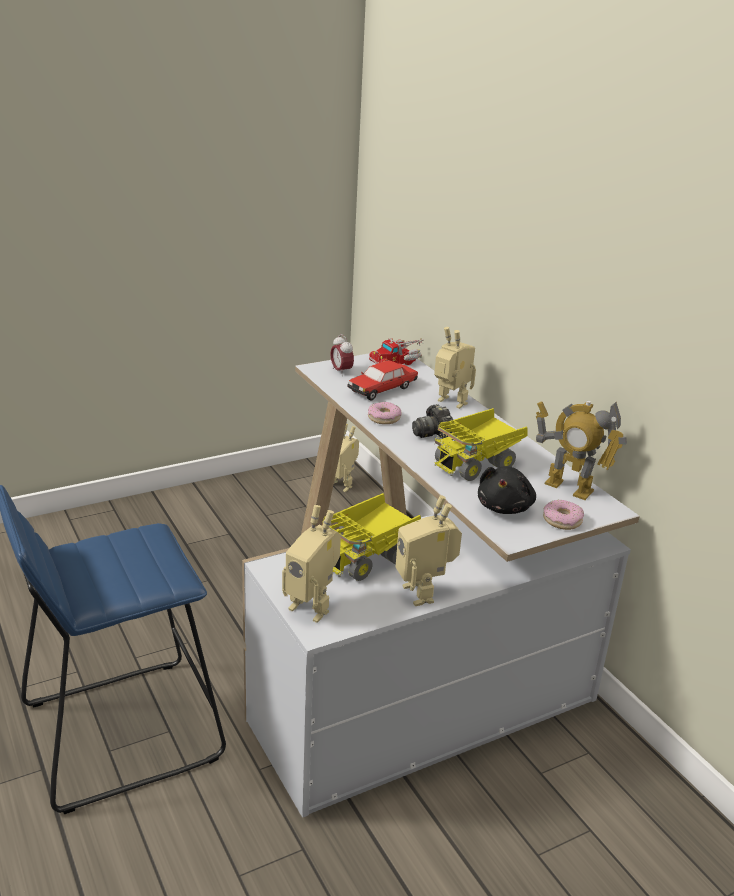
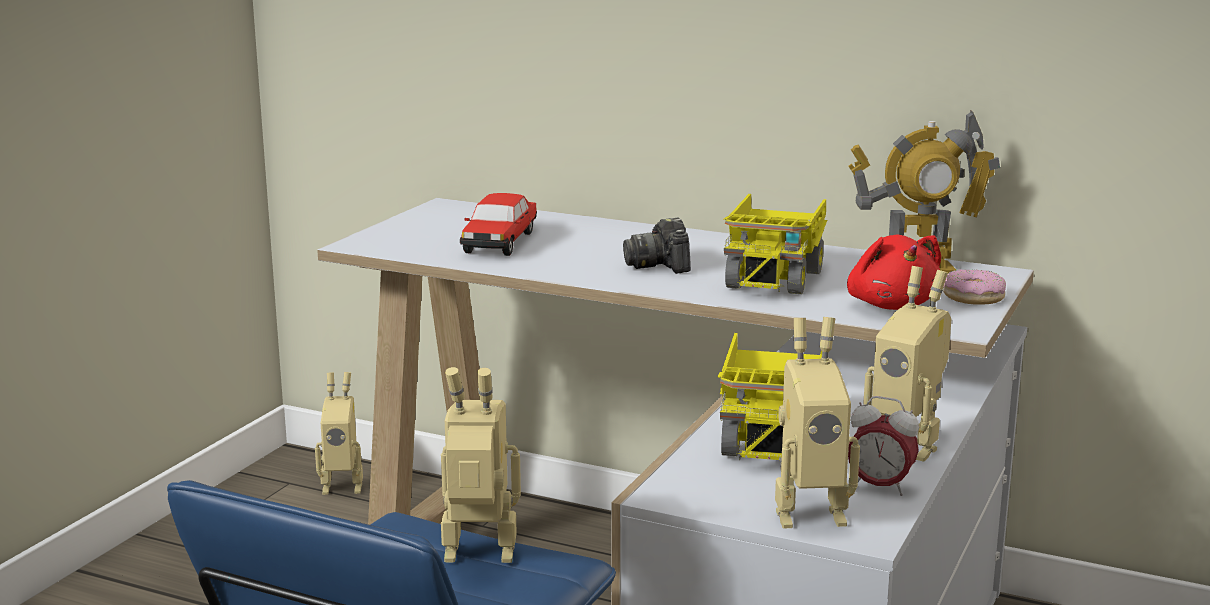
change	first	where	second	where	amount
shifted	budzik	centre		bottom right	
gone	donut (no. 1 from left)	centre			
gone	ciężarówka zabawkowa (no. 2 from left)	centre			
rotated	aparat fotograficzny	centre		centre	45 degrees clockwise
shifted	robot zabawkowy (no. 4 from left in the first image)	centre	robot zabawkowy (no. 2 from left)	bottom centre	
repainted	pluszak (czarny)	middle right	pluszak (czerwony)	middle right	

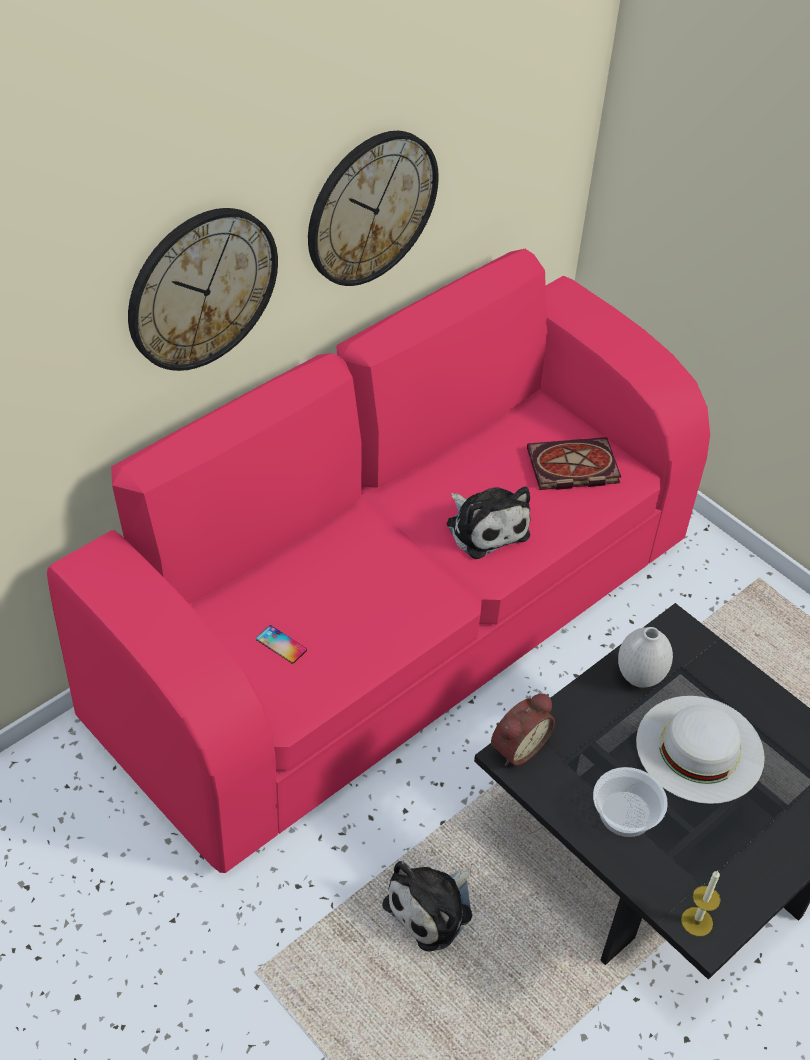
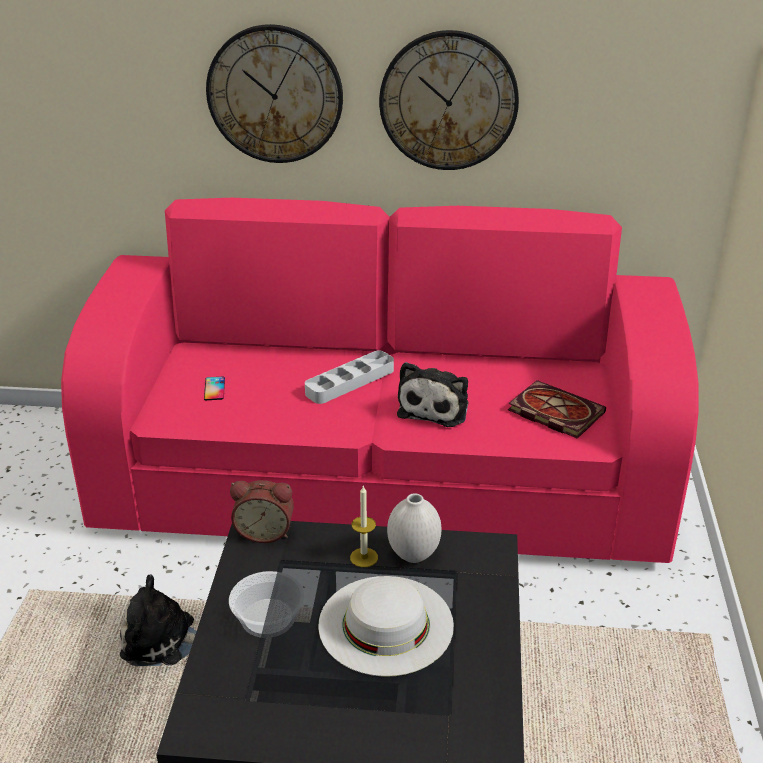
change	first	where	second	where	amount
shifted	świeca	bottom right		bottom centre	
new			taca (szary)	centre	

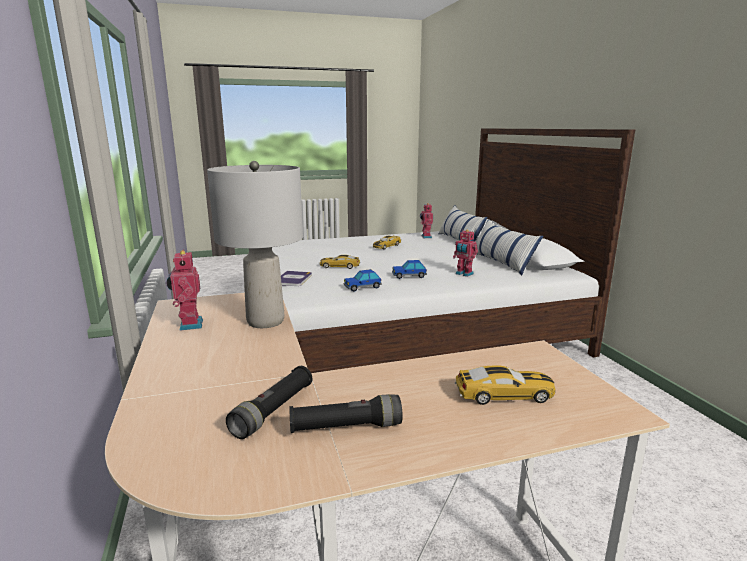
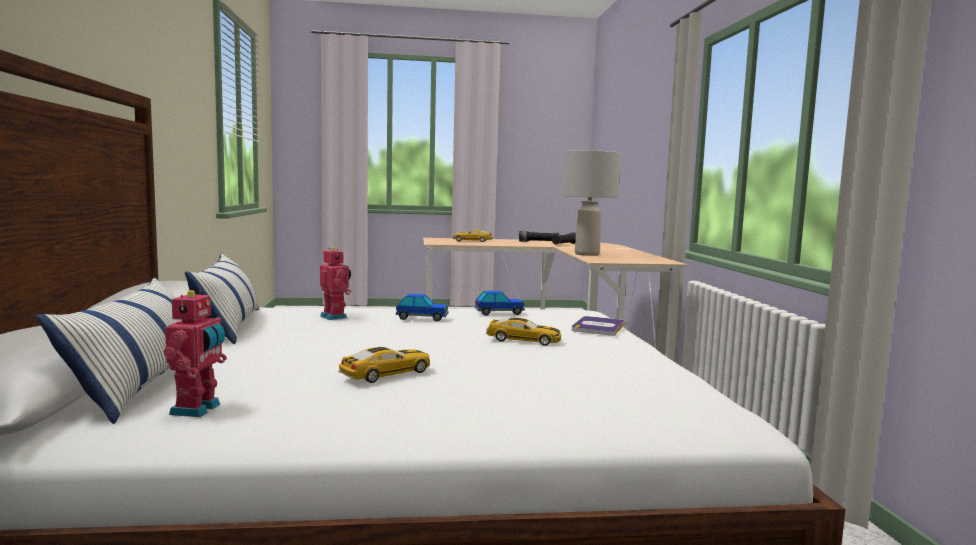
change	first	where	second	where	amount
gone	robot zabawkowy (no. 1 from left)	middle left			

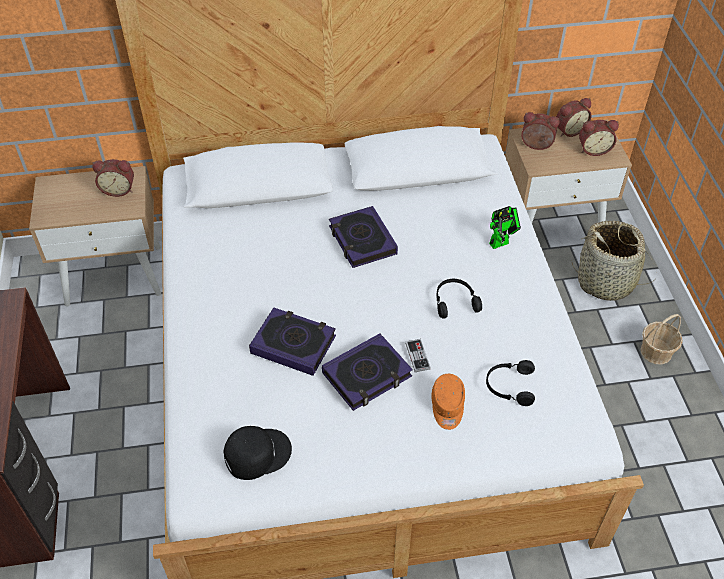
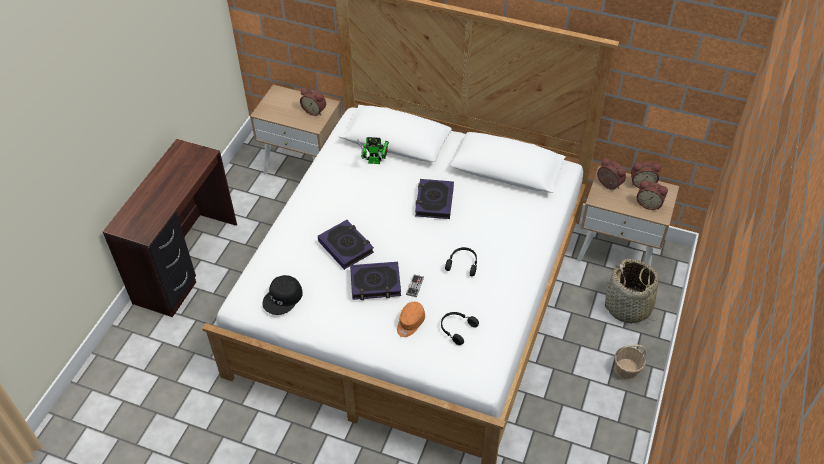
change	first	where	second	where	amount
rotated	czapka z daszkiem (czarny)	bottom centre		centre	120 degrees clockwise
shifted	robot zabawkowy	middle right		top centre	

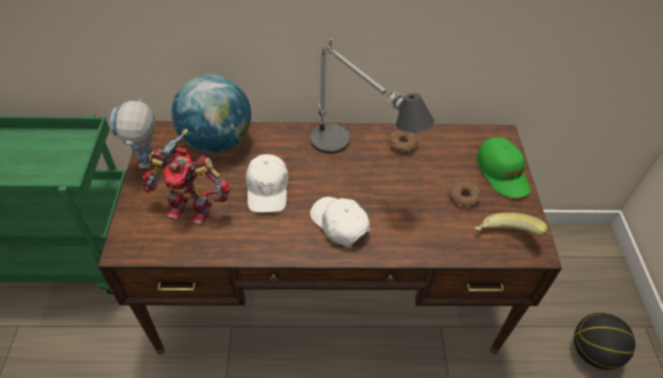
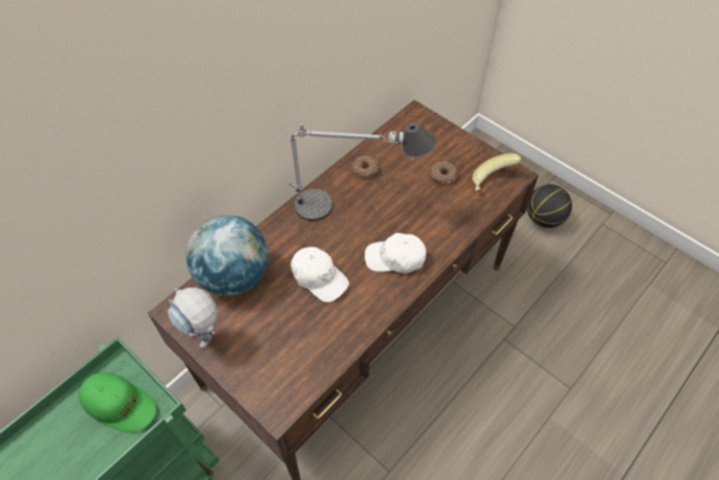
change	first	where	second	where	amount
gone	robot zabawkowy (no. 2 from left)	middle left			
shifted	czapka z daszkiem (zielony)	middle right		bottom left	

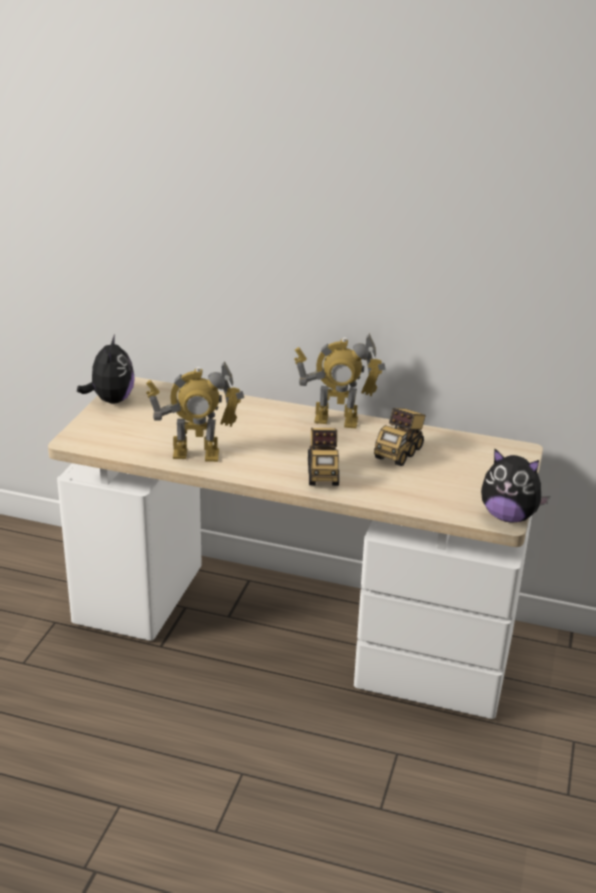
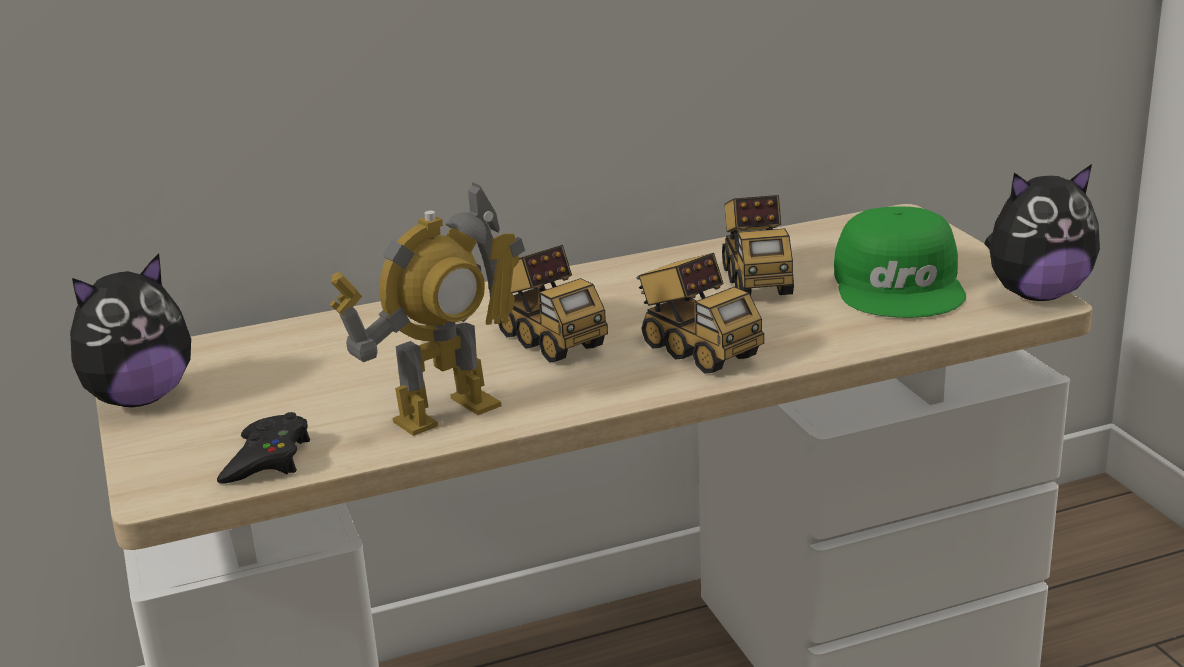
change	first	where	second	where	amount
rotated	pluszak (no. 1 from left)	middle left		middle left	90 degrees clockwise
gone	robot zabawkowy (no. 2 from left)	centre			
new			pad do gier (czarny)	bottom left	
new			ciężarówka zabawkowa (no. 1 from left)	centre	
new			czapka z daszkiem (zielony)	middle right	

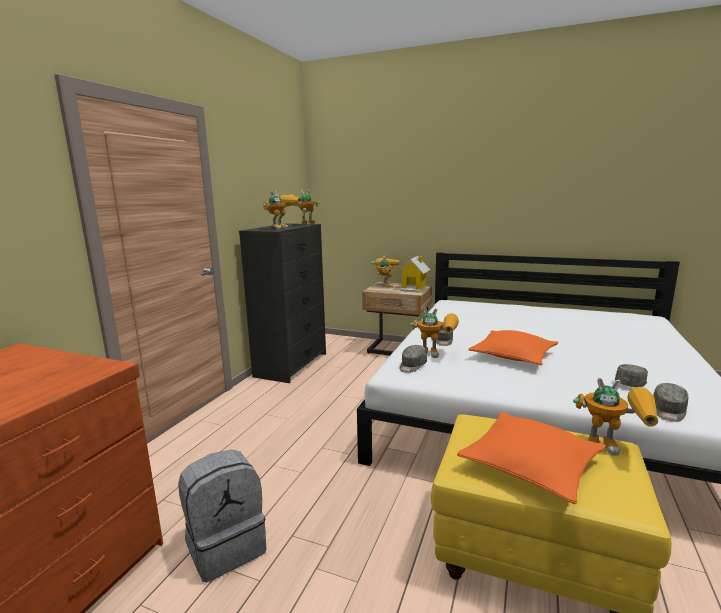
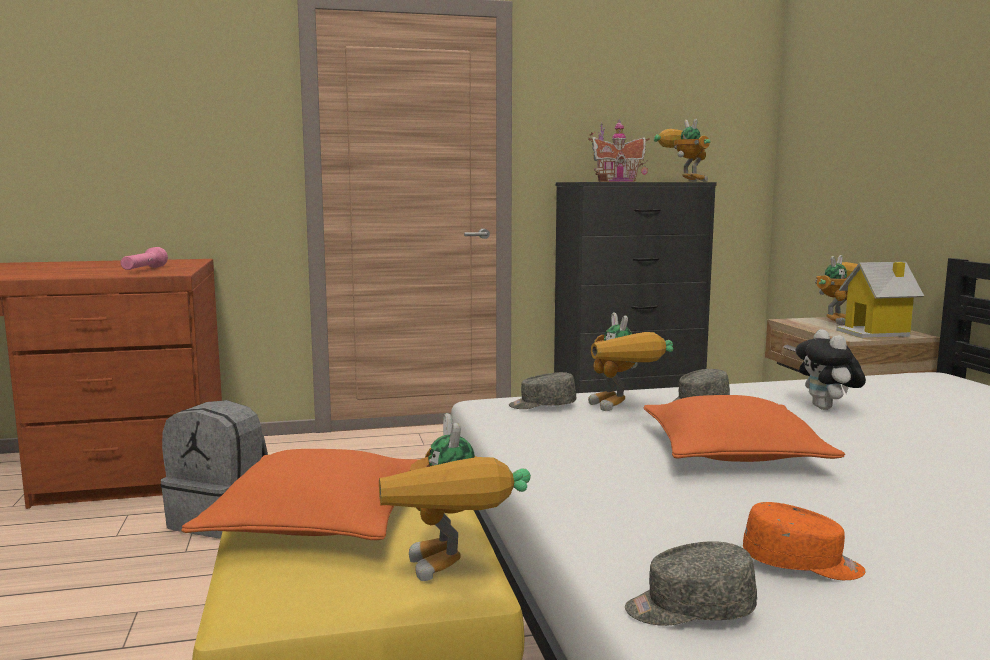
change	first	where	second	where	amount
swapped	robot zabawkowy (no. 1 from left)	centre	domek (no. 1 from left)	top centre	
repainted	czapka z daszkiem (szary) (no. 3 from left)	middle right	czapka z daszkiem (pomarańczowy)	bottom right	
new			latarka (różowy)	middle left	
new			pluszak	middle right	

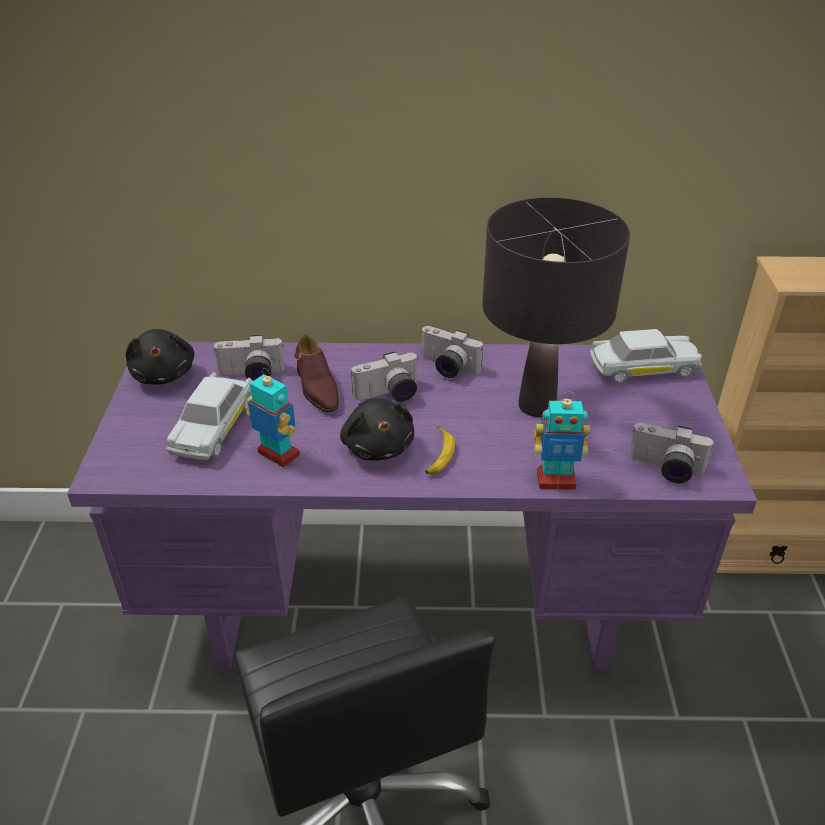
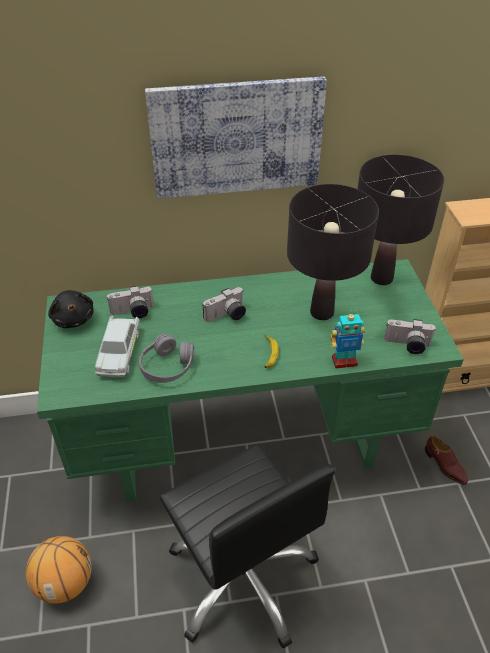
change	first	where	second	where	amount
repainted	biurko (fioletowy)	centre	biurko (zielony)	centre	
swapped	robot zabawkowy (no. 1 from left)	middle left	słuchawki (szary)	centre	
shifted	but (brązowy)	centre		bottom right	
gone	pluszak (czarny) (no. 2 from left)	centre			
gone	aparat fotograficzny (no. 3 from left)	centre			
swapped	samochodzik (biały) (no. 2 from left)	middle right	lampa stołowa (czarny) (no. 2 from left)	middle right	
new			piłka do koszykówki	bottom left	
new			obraz	top centre	

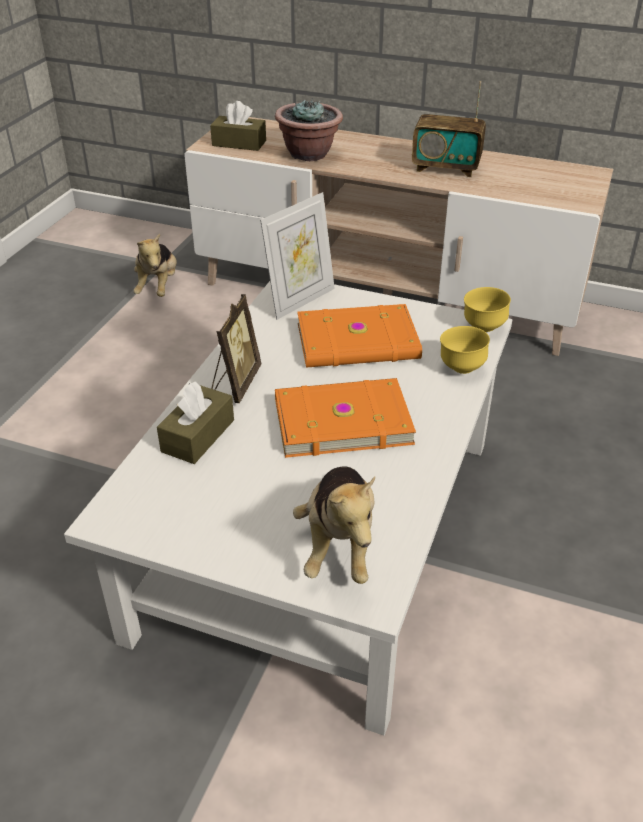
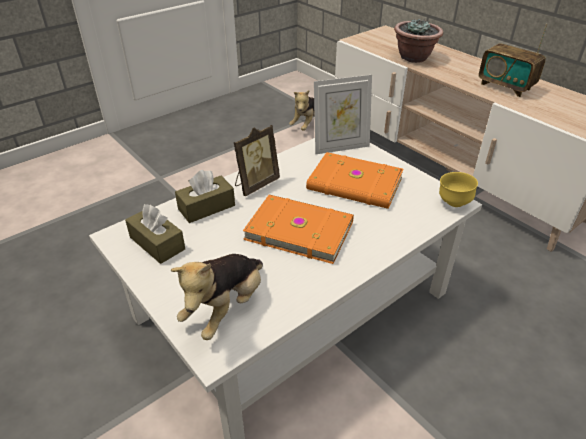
change	first	where	second	where	amount
shifted	pudełko chusteczek (brązowy) (no. 2 from left in the first image)	top centre	pudełko chusteczek (brązowy) (no. 1 from left)	middle left	
gone	miska (żółty) (no. 1 from left)	middle right			

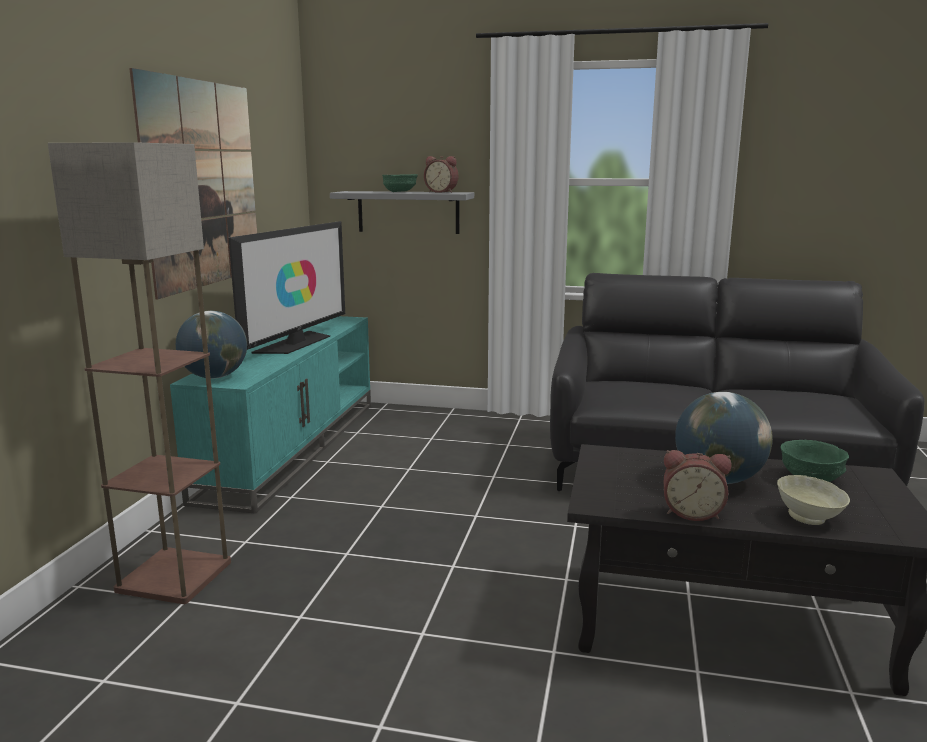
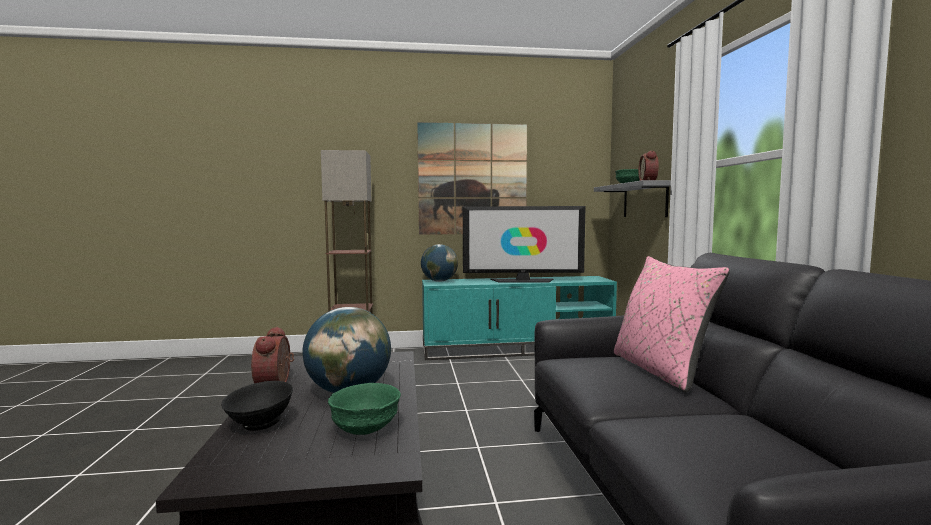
change	first	where	second	where	amount
repainted	miska (beżowy)	bottom right	miska (czarny)	bottom left	
new			poduszka (różowy)	middle right	

